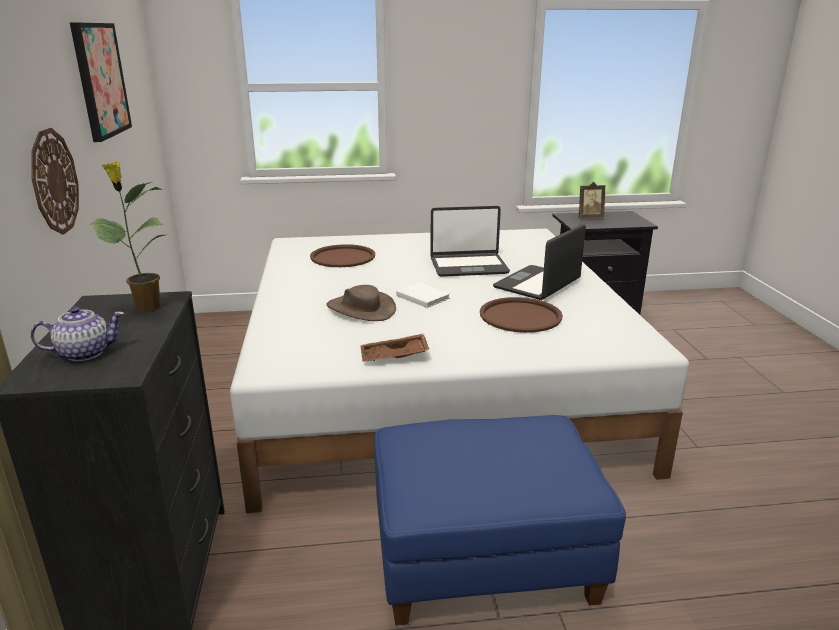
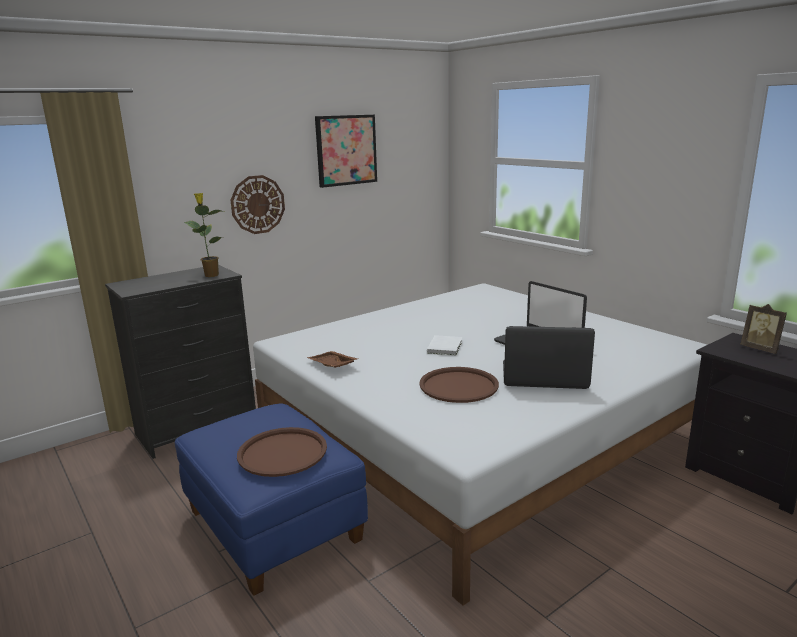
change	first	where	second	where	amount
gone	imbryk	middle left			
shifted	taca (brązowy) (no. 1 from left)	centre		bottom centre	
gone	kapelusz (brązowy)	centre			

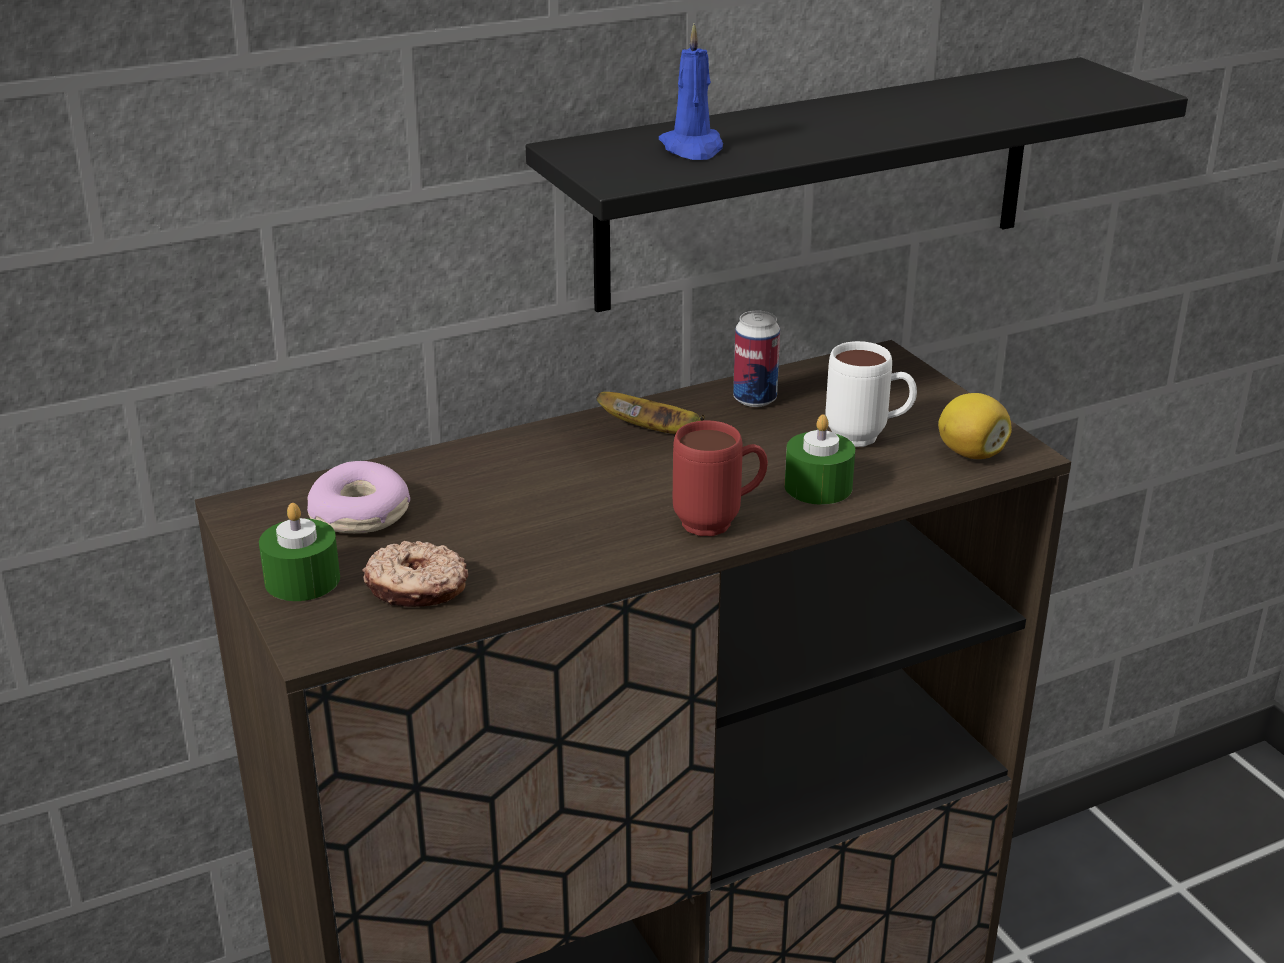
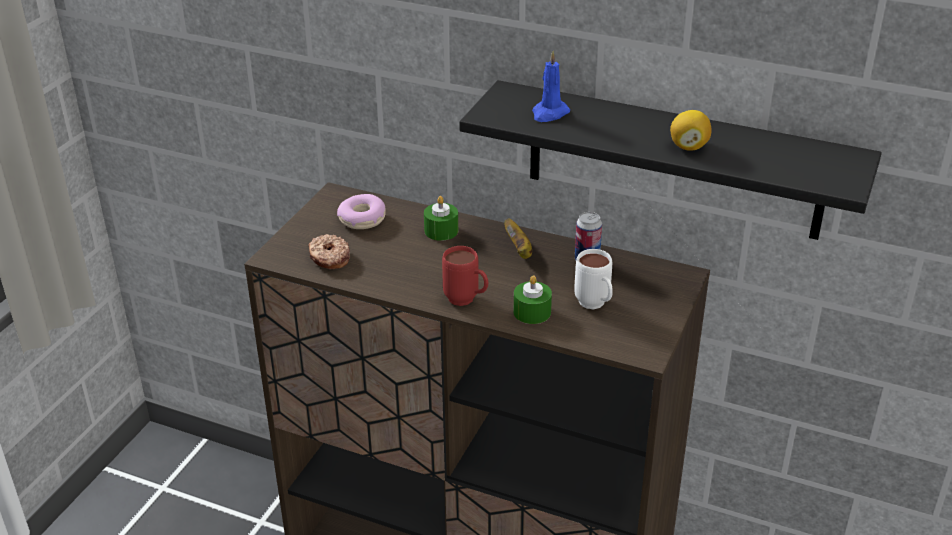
change	first	where	second	where	amount
shifted	świeca (zielony) (no. 1 from left)	middle left		centre	
shifted	cytryna	middle right		top right	

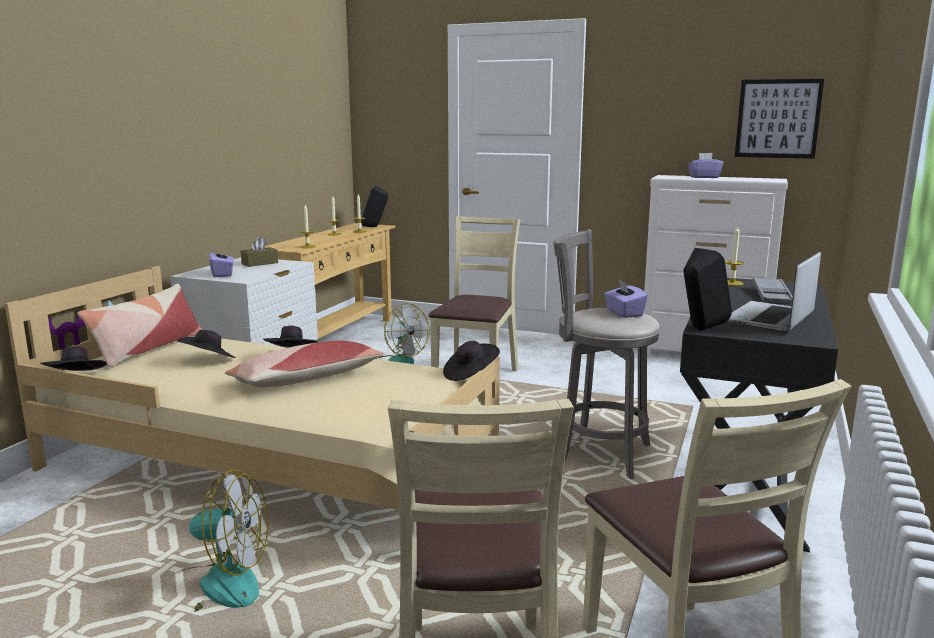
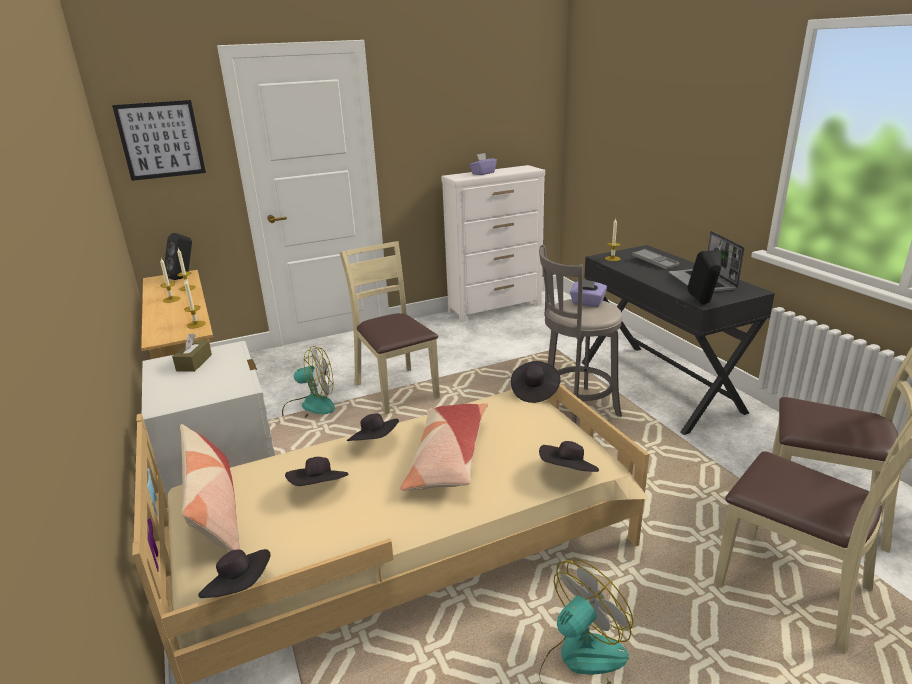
change	first	where	second	where	amount
gone	pudełko chusteczek (fioletowy) (no. 1 from left)	middle left			
shifted	obraz	top right		top left	
new			kapelusz (czarny) (no. 5 from left)	bottom centre	

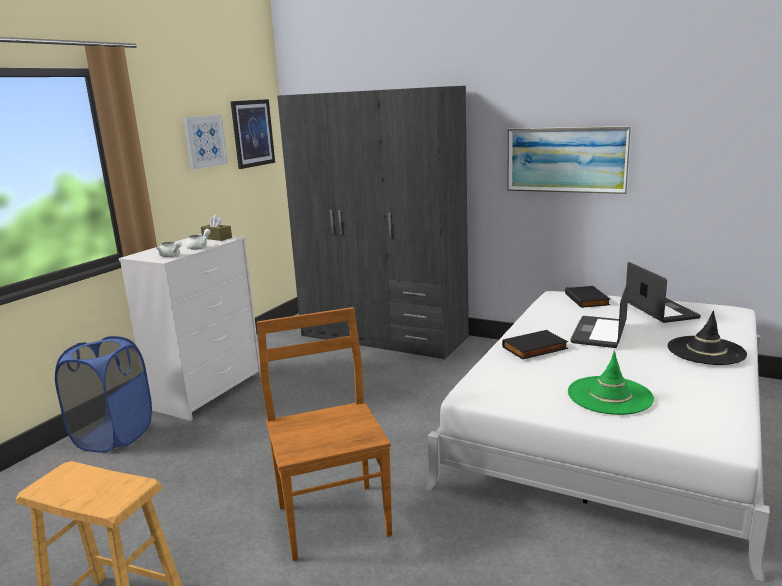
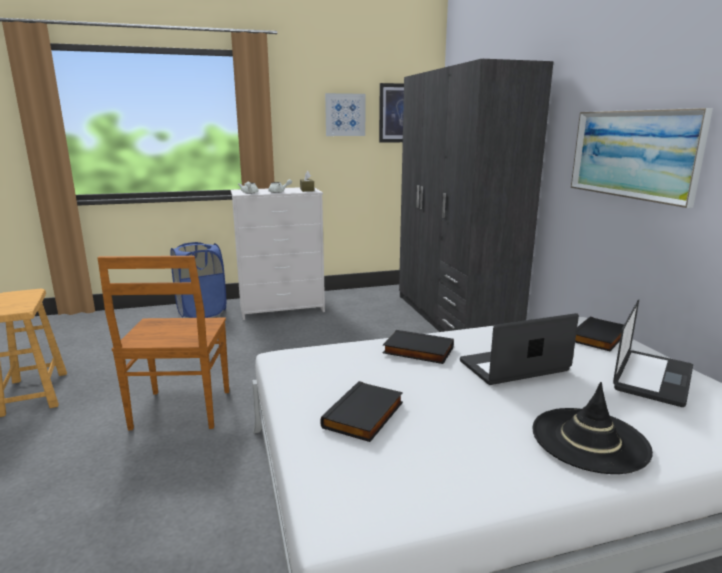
change	first	where	second	where	amount
rotated	krzesło (brązowy)	bottom centre		middle left	150 degrees clockwise
swapped	kapelusz (zielony)	middle right	książka (czarny) (no. 1 from left)	bottom centre	

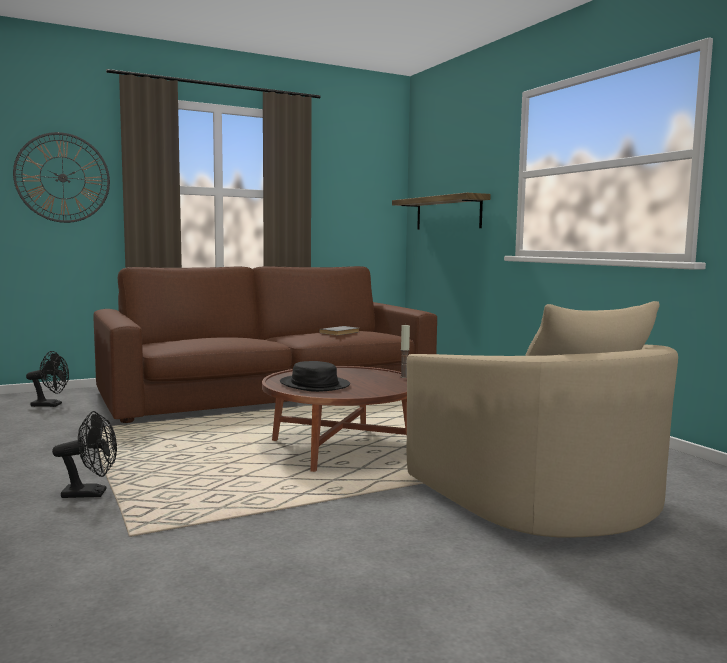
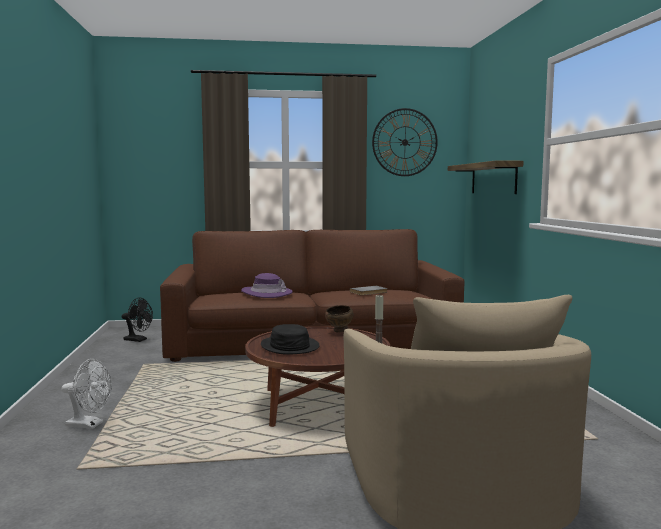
change	first	where	second	where	amount
shifted	zegar ścienny	top left		top centre	
repainted	wentylator (czarny) (no. 2 from left)	bottom left	wentylator (biały)	bottom left	
new			kapelusz (fioletowy)	centre	
new			miska (brązowy)	centre	

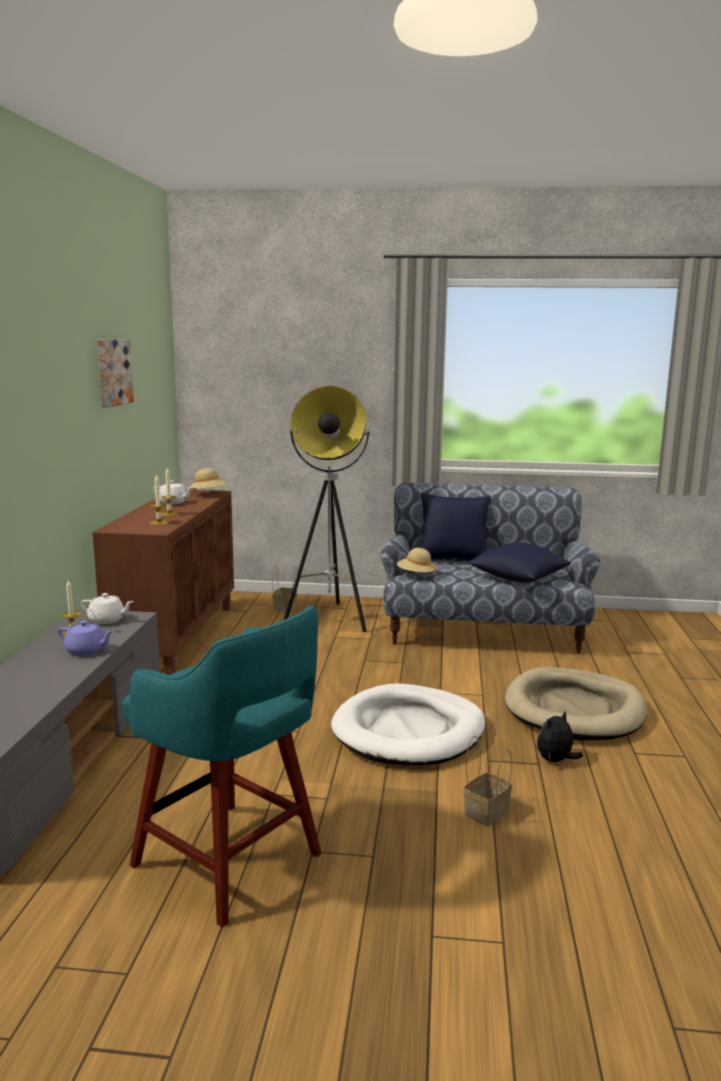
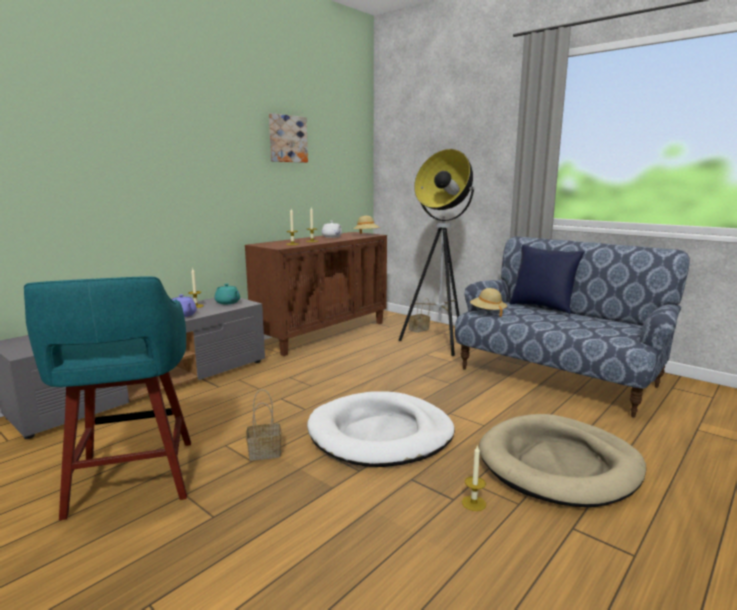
change	first	where	second	where	amount
repainted	imbryk (biały) (no. 1 from left)	middle left	imbryk (turkusowy)	middle left	
shifted	koszyk (no. 2 from left in the first image)	bottom right	koszyk (no. 1 from left)	bottom centre	
gone	poduszka (niebieski) (no. 2 from left)	middle right			
swapped	pluszak	bottom right	świeca (no. 4 from left)	bottom centre	

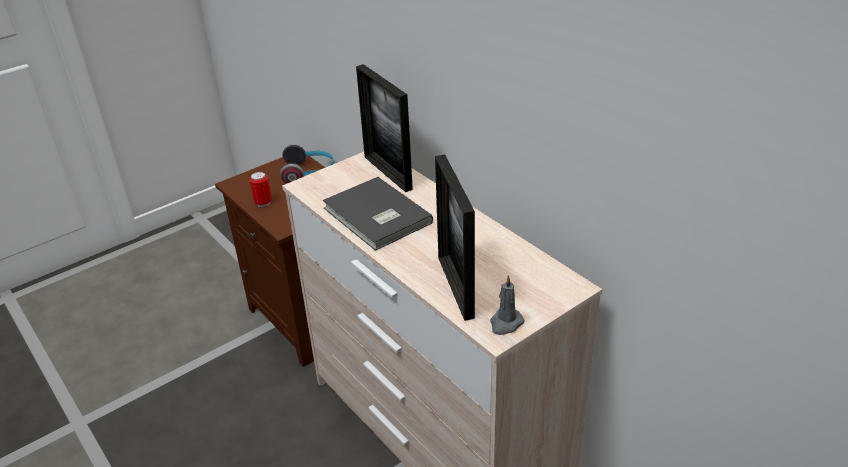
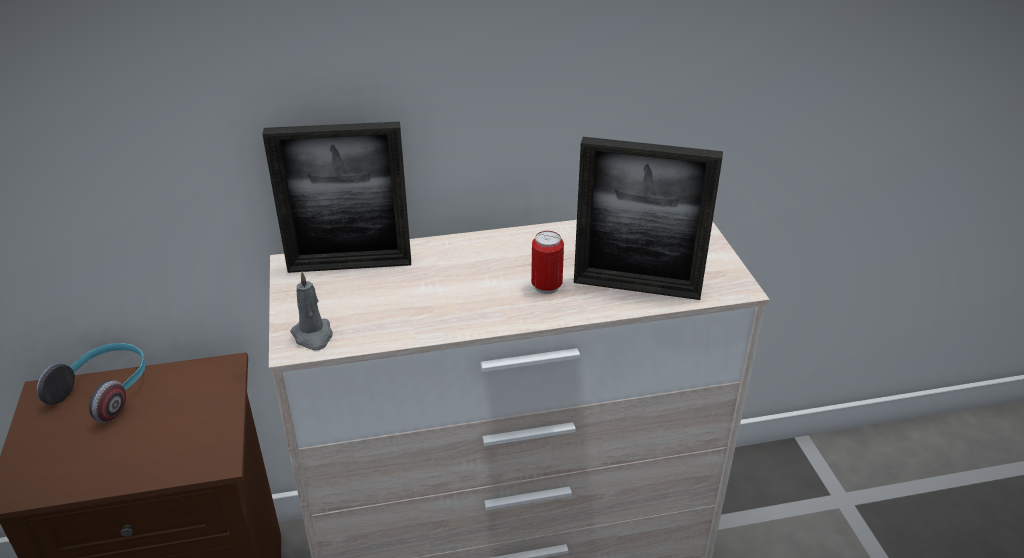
change	first	where	second	where	amount
shifted	puszka	middle left		centre	
gone	książka (szary)	centre			
shifted	świeca (szary)	centre		middle left	

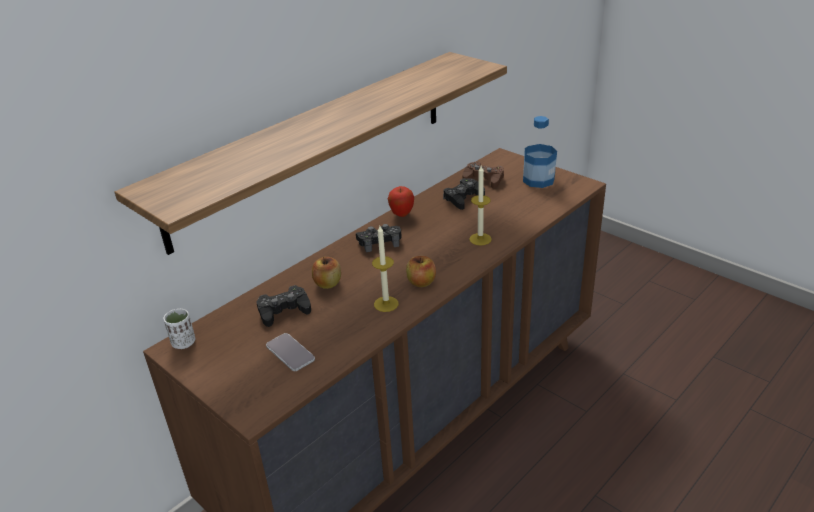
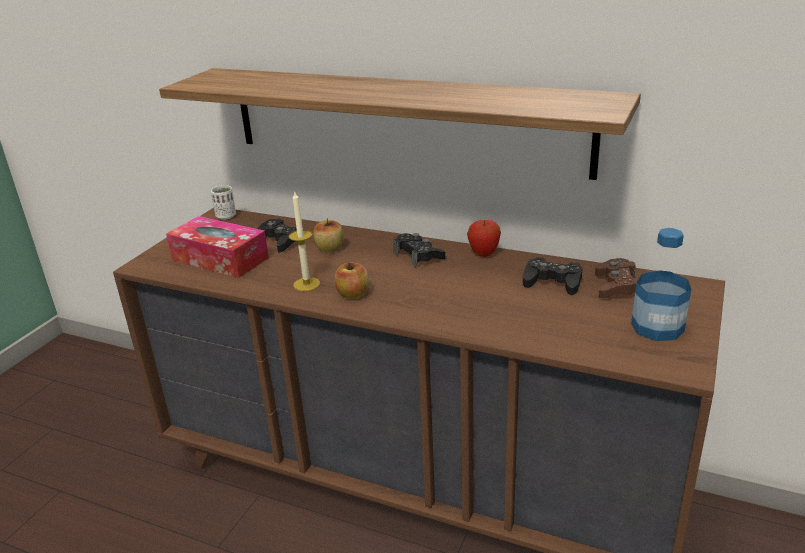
change	first	where	second	where	amount
swapped	telefon	bottom centre	pudełko chusteczek	middle left	
gone	świeca (no. 2 from left)	centre			

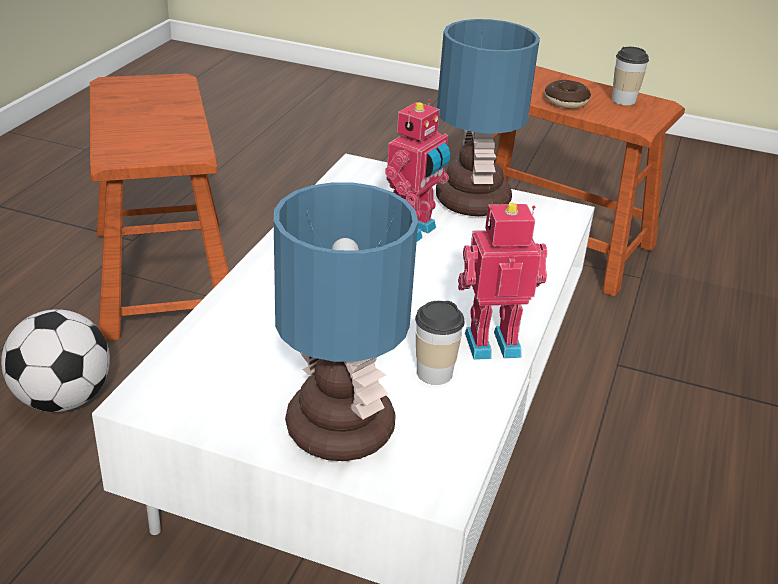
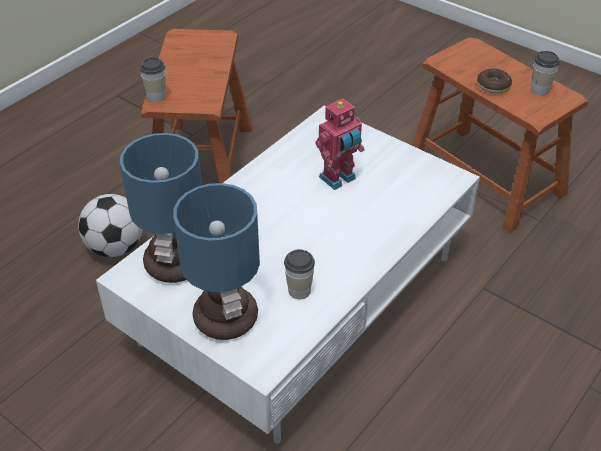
change	first	where	second	where	amount
shifted	lampa stołowa (no. 2 from left in the first image)	top centre	lampa stołowa (no. 1 from left)	middle left	
gone	robot zabawkowy (no. 2 from left)	centre			
new			filiżanka (no. 1 from left)	top left	

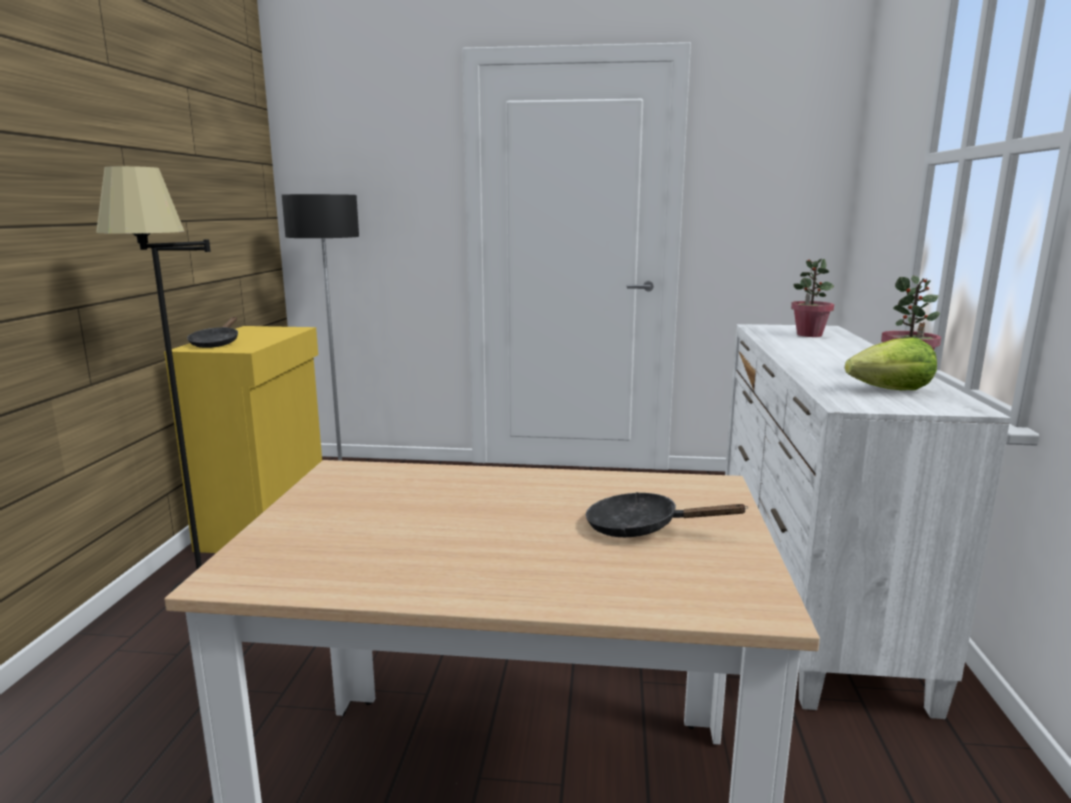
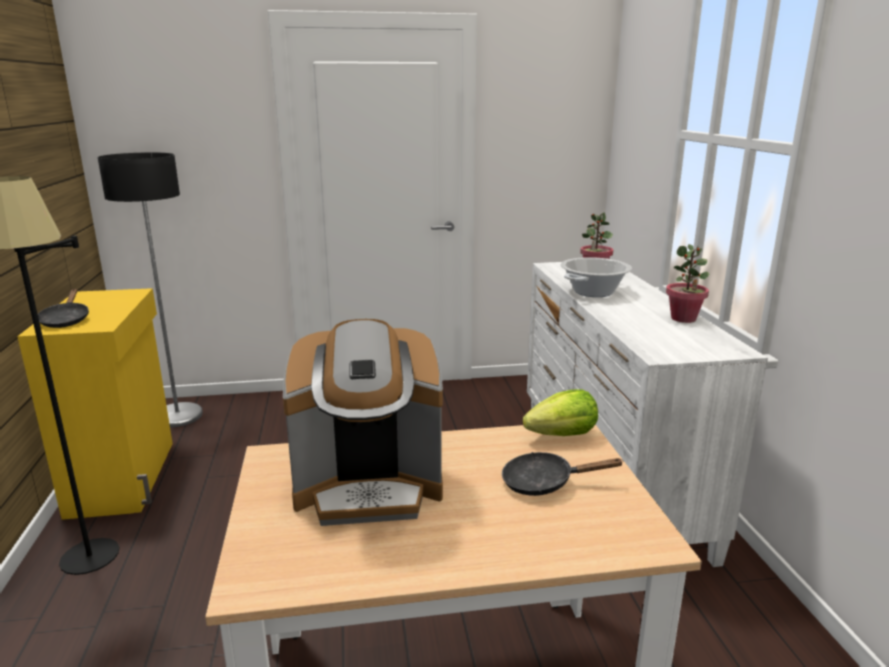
change	first	where	second	where	amount
shifted	sałata	middle right		centre	
new			ekspres do kawy	centre	
new			garnek	middle right	

